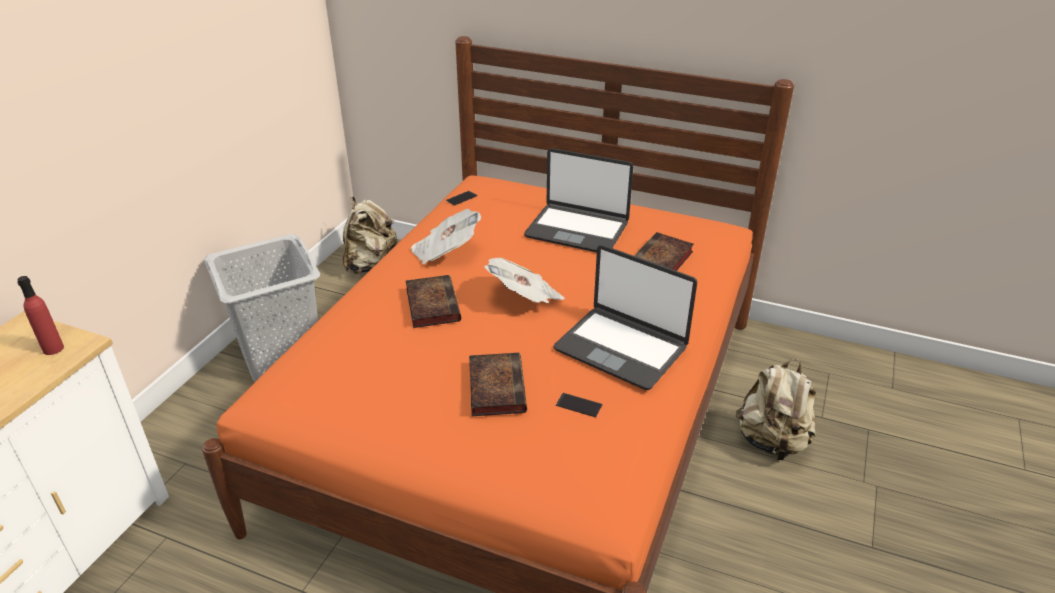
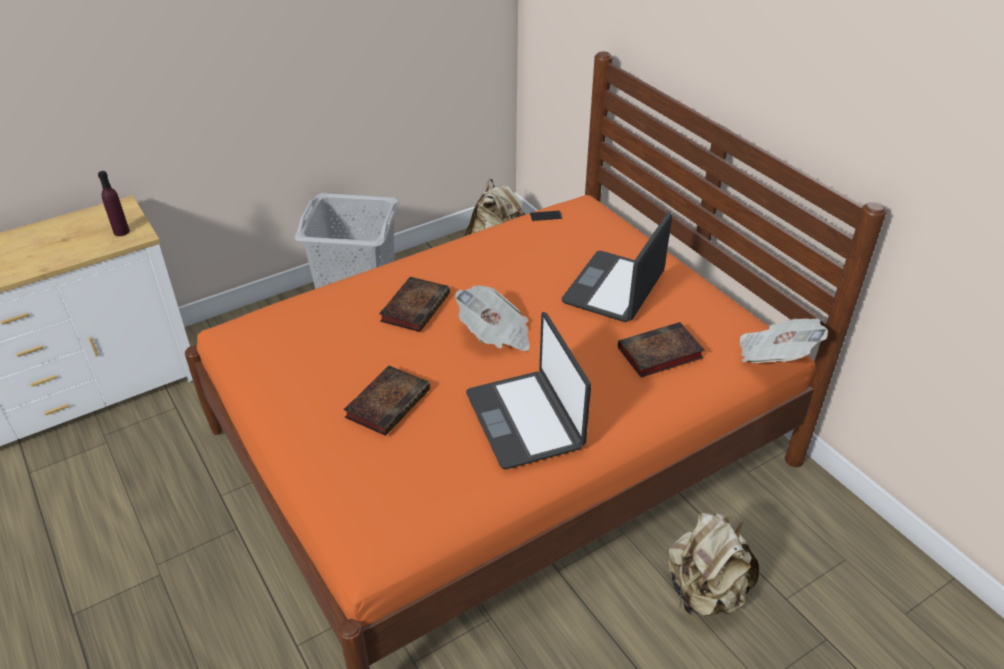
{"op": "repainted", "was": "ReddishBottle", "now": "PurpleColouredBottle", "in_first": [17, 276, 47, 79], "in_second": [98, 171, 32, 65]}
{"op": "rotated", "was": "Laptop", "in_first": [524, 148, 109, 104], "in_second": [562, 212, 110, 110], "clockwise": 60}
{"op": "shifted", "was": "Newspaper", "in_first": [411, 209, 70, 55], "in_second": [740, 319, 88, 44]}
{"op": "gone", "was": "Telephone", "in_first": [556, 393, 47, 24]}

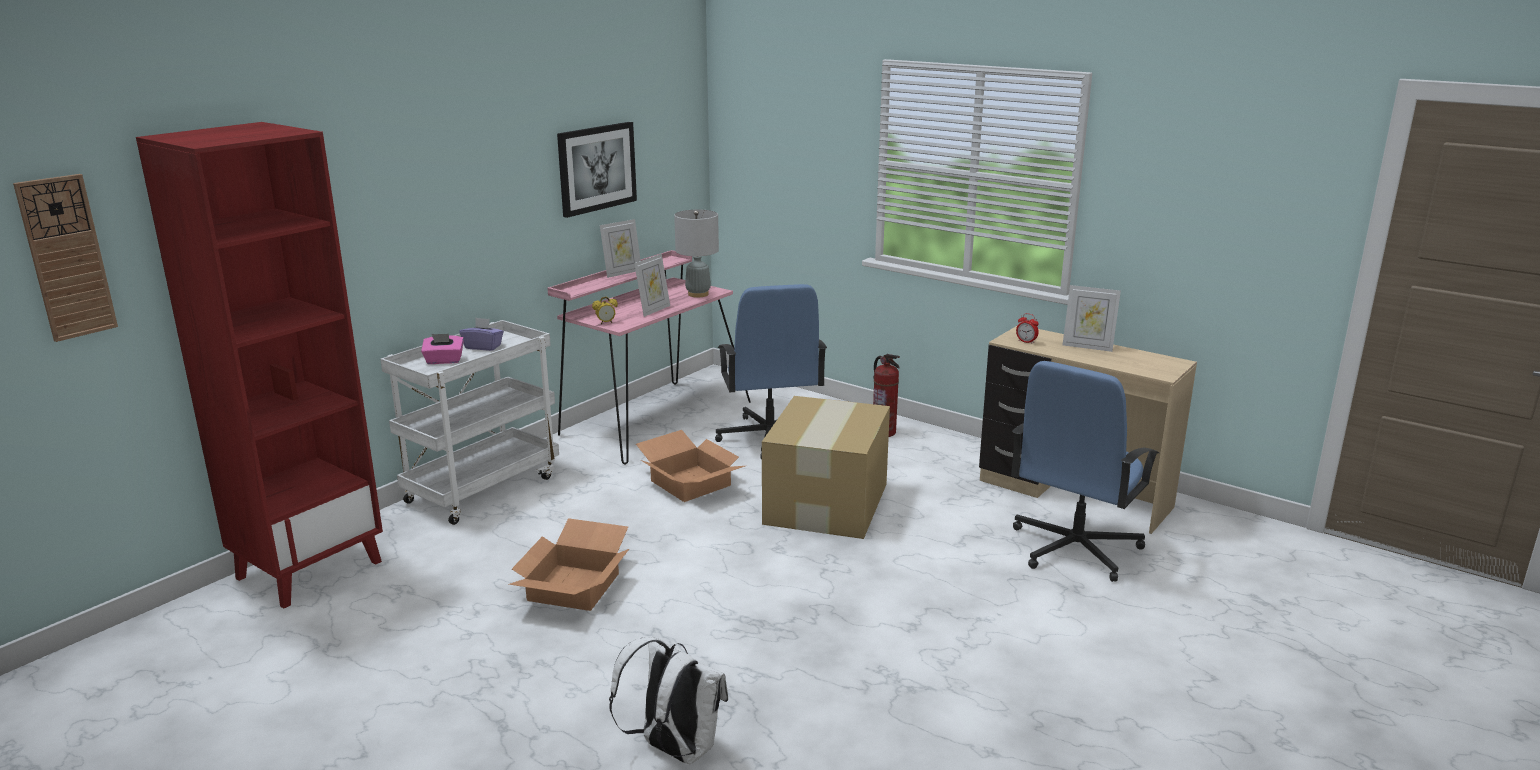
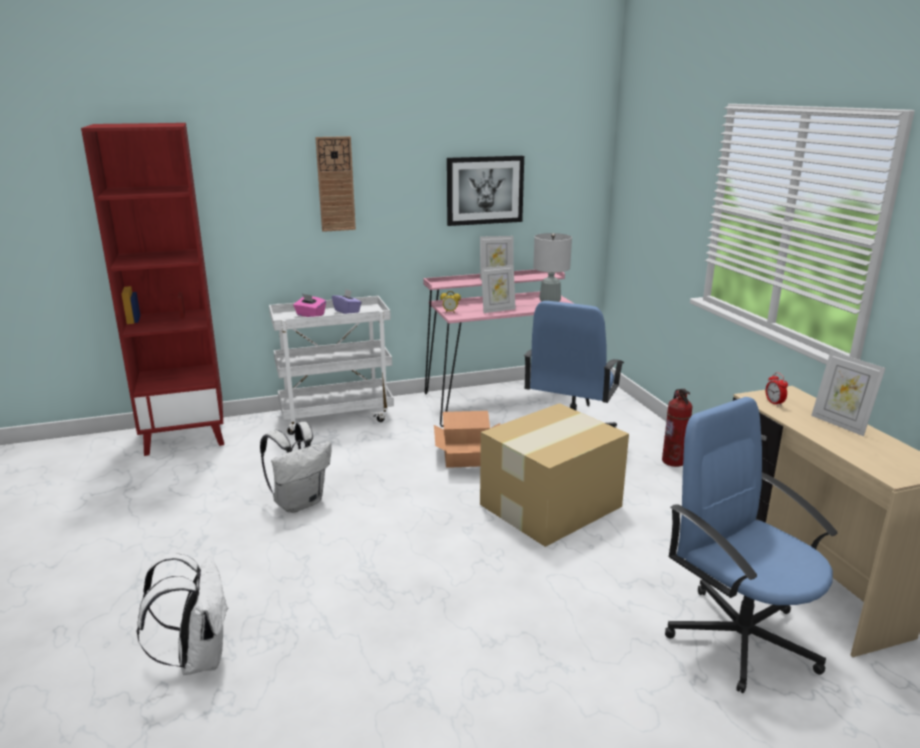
{"op": "swapped", "was": "PackingBox", "now": "WhiteColouredRucksack", "in_first": [509, 518, 120, 93], "in_second": [260, 422, 72, 91]}
{"op": "shifted", "was": "HangingClock", "in_first": [13, 174, 105, 168], "in_second": [315, 136, 41, 96]}
{"op": "rotated", "was": "BlueColouredOfficeChair", "in_first": [1011, 361, 148, 221], "in_second": [665, 397, 172, 296], "clockwise": 75}

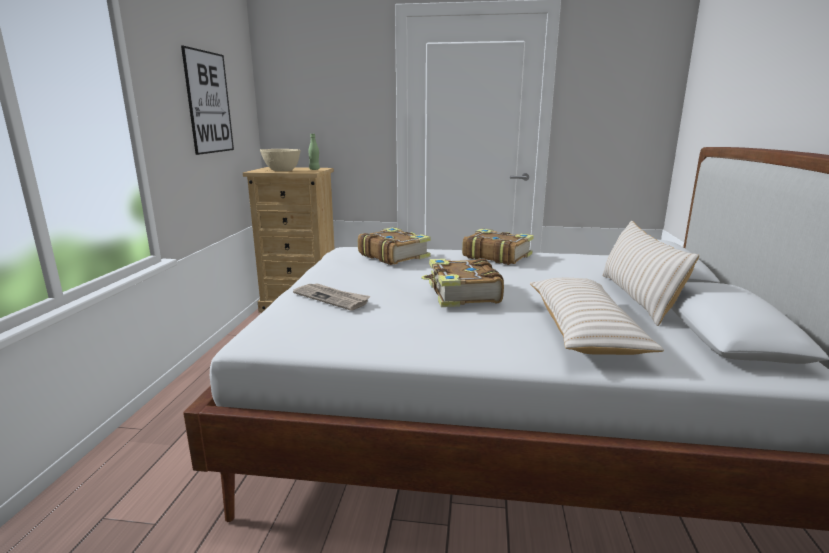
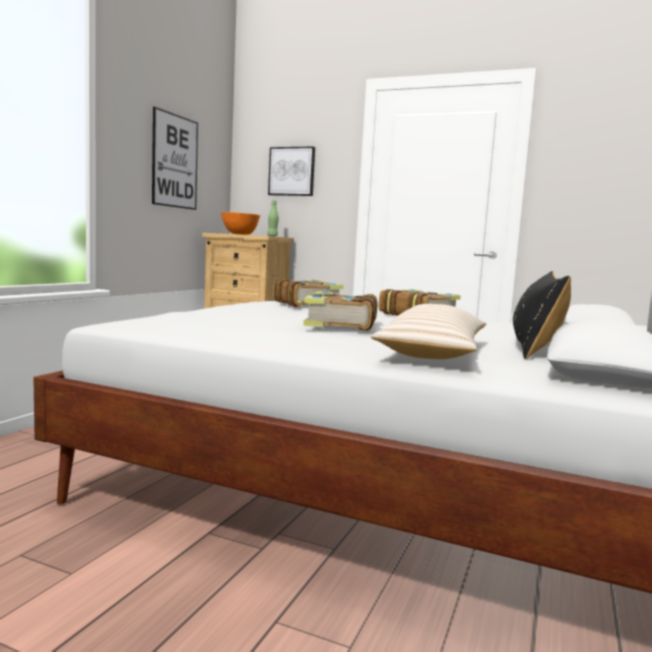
{"op": "repainted", "was": "BeigeDeepDish", "now": "OrangeDeepDish", "in_first": [260, 149, 41, 22], "in_second": [221, 212, 39, 23]}
{"op": "new", "now": "Picture", "in_second": [268, 146, 47, 50]}
{"op": "repainted", "was": "BeigeCushion", "now": "BlackishCushion", "in_first": [602, 221, 97, 105], "in_second": [513, 271, 58, 88]}
{"op": "gone", "was": "Newspaper", "in_first": [293, 283, 78, 28]}

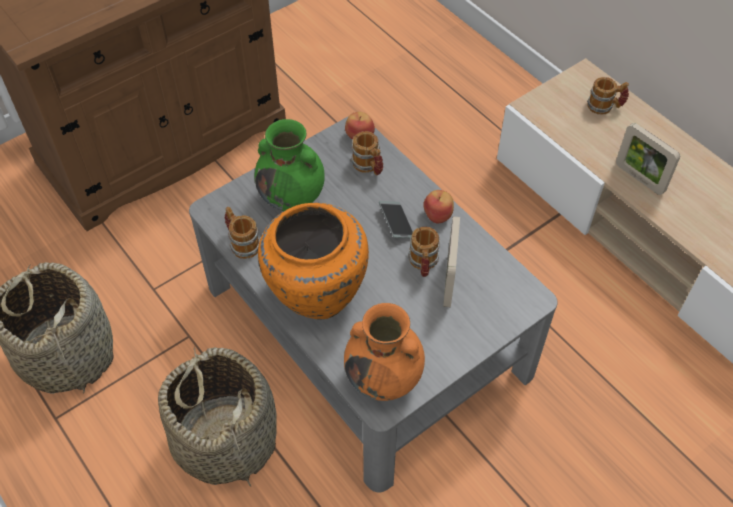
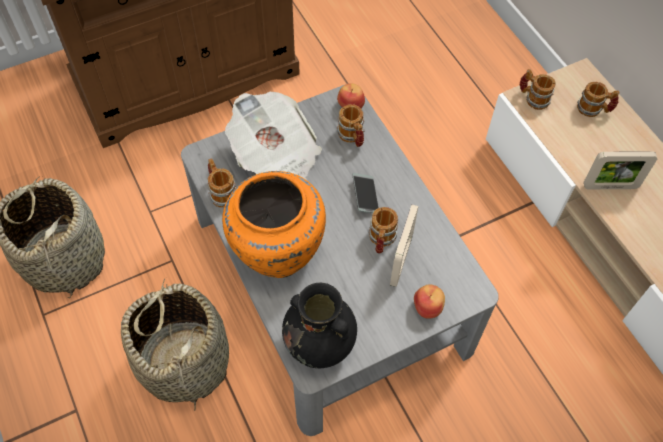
{"op": "swapped", "was": "GreenishFlowerVase", "now": "Newspaper", "in_first": [255, 119, 70, 92], "in_second": [225, 92, 97, 87]}
{"op": "repainted", "was": "OrangeFlowerVase", "now": "BlackishFlowerVase", "in_first": [344, 303, 81, 98], "in_second": [282, 283, 75, 85]}
{"op": "shifted", "was": "Apple", "in_first": [423, 190, 31, 33], "in_second": [414, 284, 31, 35]}
{"op": "new", "now": "CoffeeMug", "in_second": [520, 69, 36, 41]}
{"op": "rotated", "was": "StandingFrame", "in_first": [616, 123, 64, 72], "in_second": [584, 151, 73, 38], "clockwise": -60}

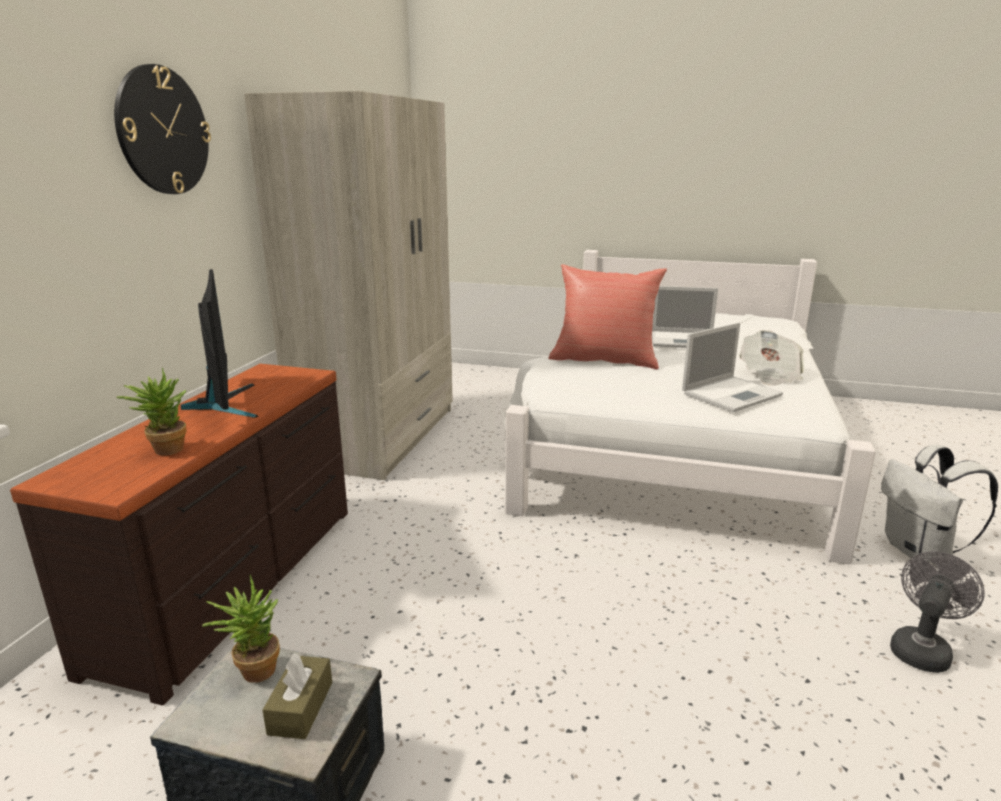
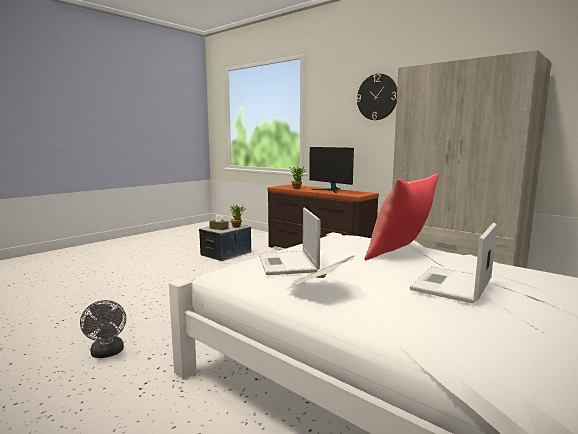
{"op": "rotated", "was": "Monitor", "in_first": [181, 269, 78, 149], "in_second": [309, 147, 45, 46], "clockwise": 45}
{"op": "gone", "was": "WhiteColouredRucksack", "in_first": [881, 445, 117, 117]}

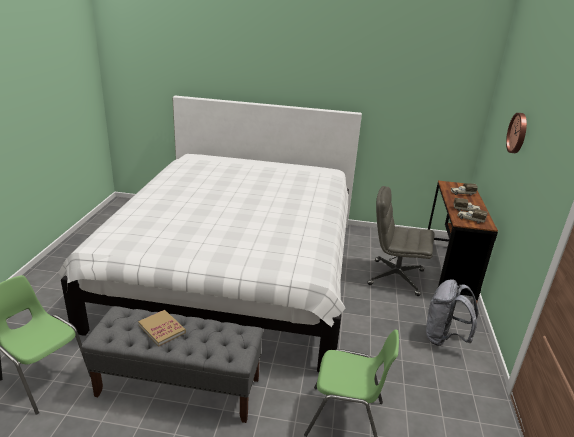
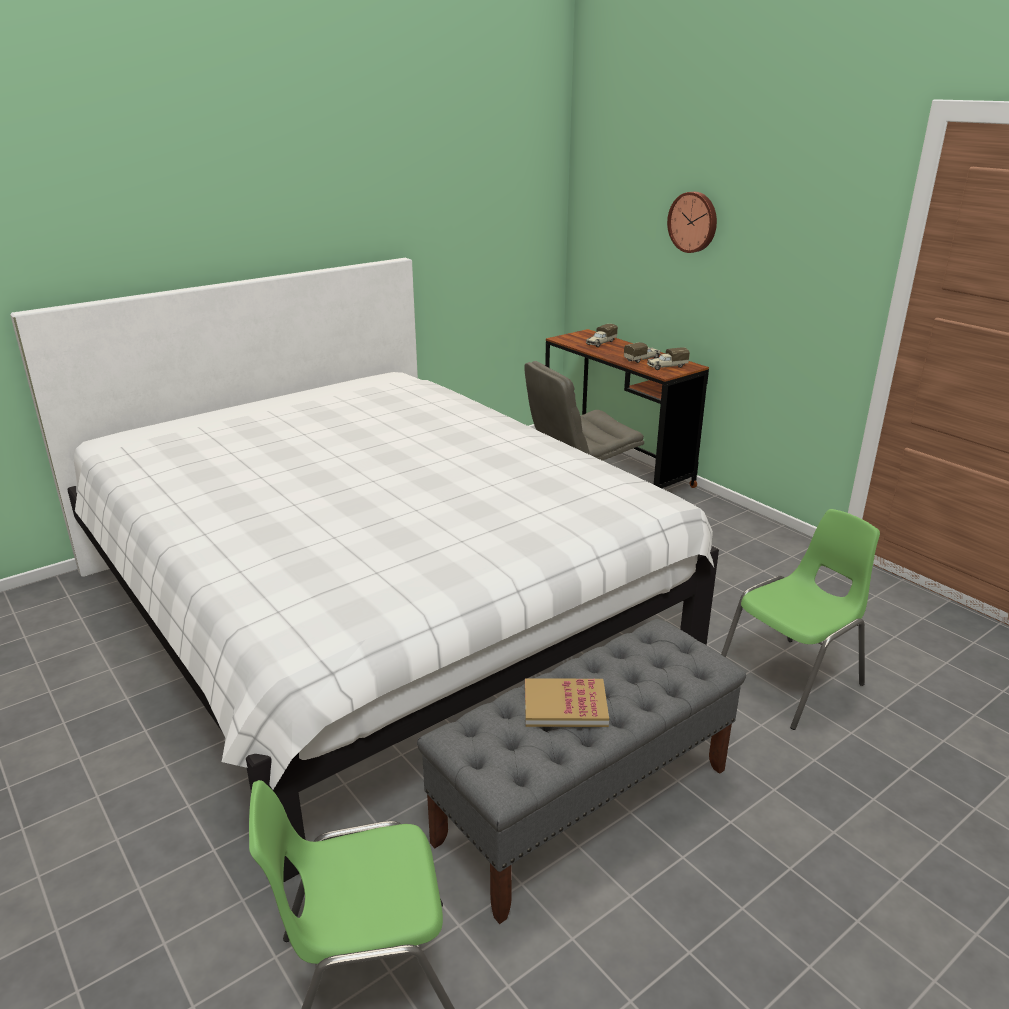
{"op": "gone", "was": "GreyRucksack", "in_first": [426, 279, 52, 67]}

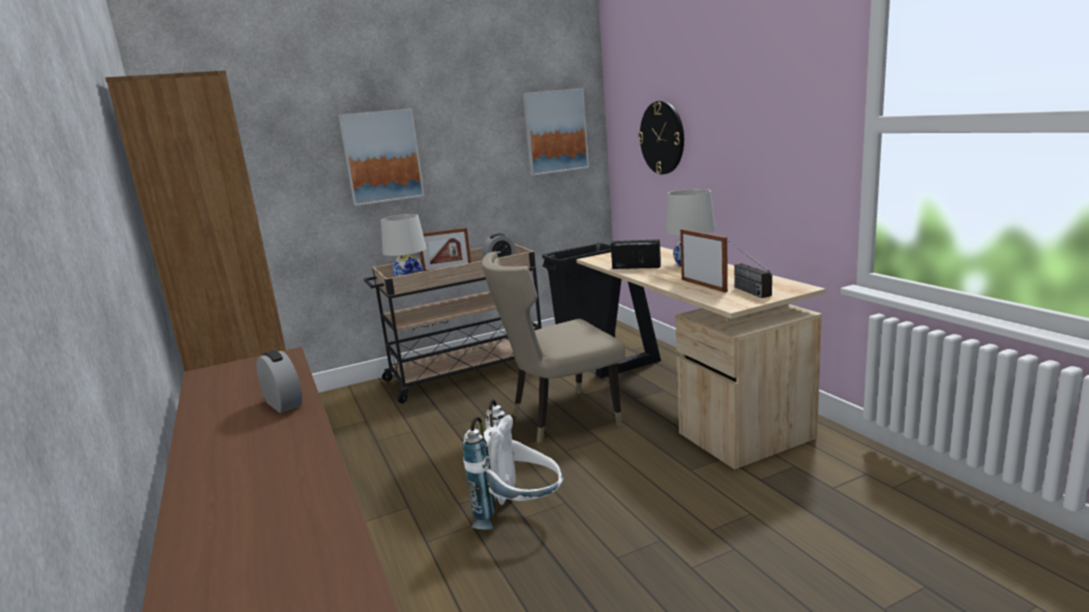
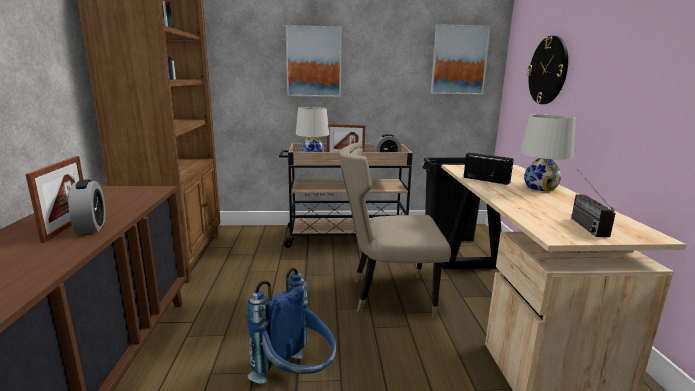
{"op": "shifted", "was": "StandingFrame", "in_first": [680, 229, 48, 64], "in_second": [26, 156, 57, 87]}
{"op": "repainted", "was": "WhiteColouredRucksack", "now": "BlueColouredRucksack", "in_first": [462, 399, 101, 130], "in_second": [246, 268, 90, 116]}

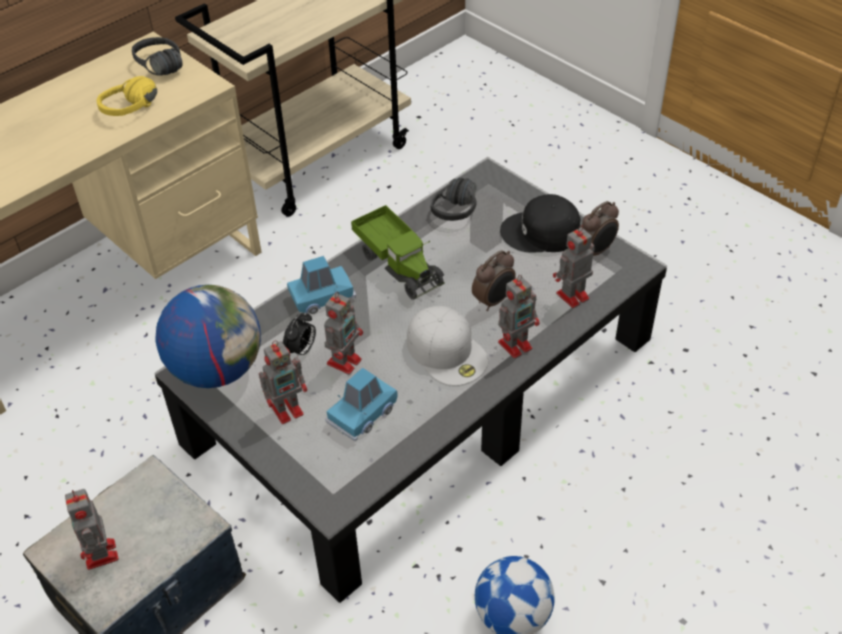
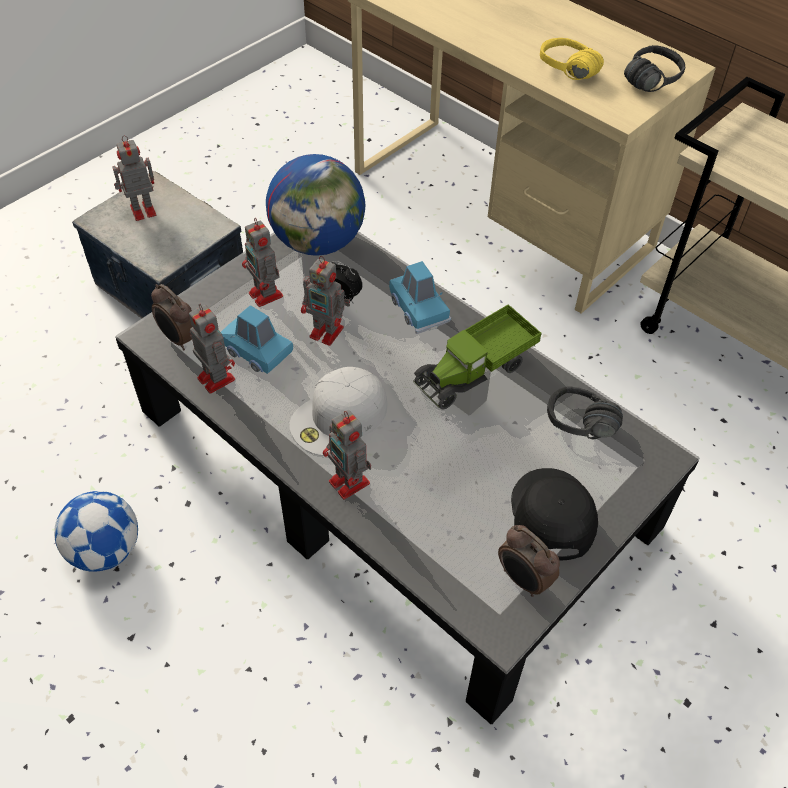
{"op": "shifted", "was": "TableClock", "in_first": [472, 250, 44, 61], "in_second": [151, 284, 41, 66]}
{"op": "shifted", "was": "ToyRobot", "in_first": [553, 225, 42, 83], "in_second": [189, 304, 46, 90]}

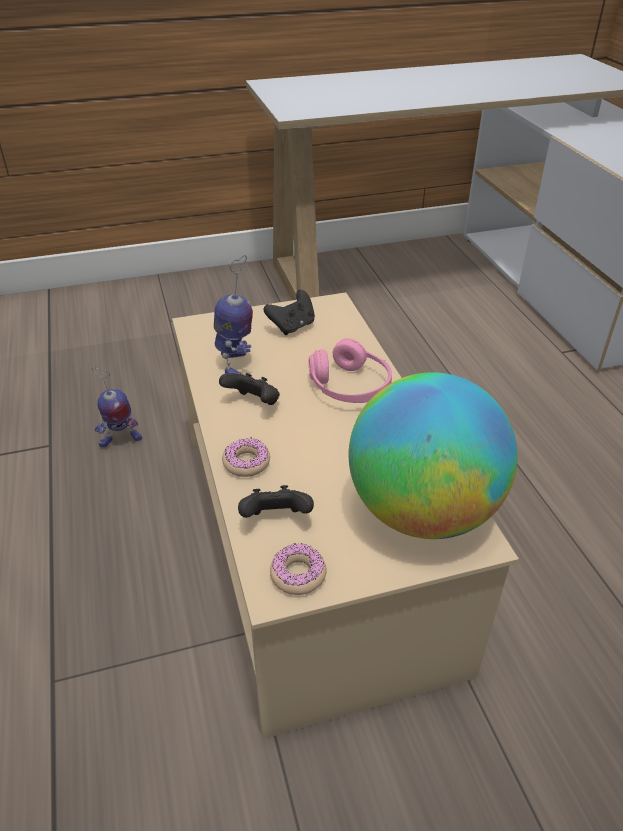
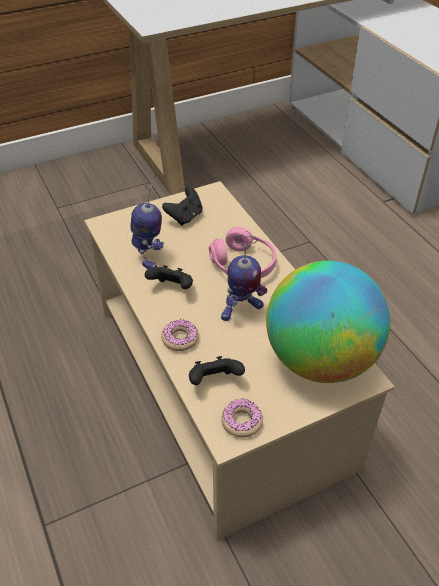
{"op": "shifted", "was": "ToyRobot", "in_first": [91, 367, 51, 81], "in_second": [221, 234, 46, 87]}

